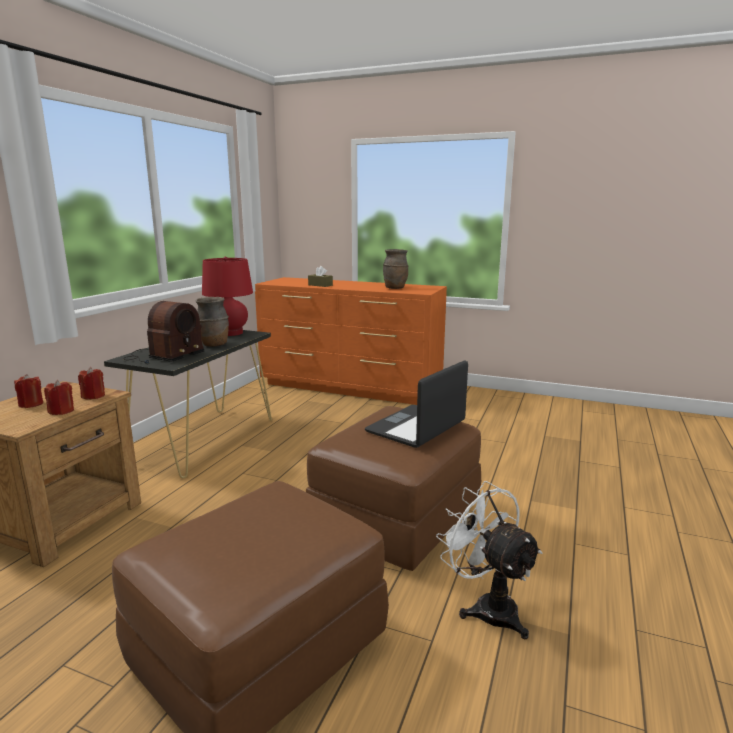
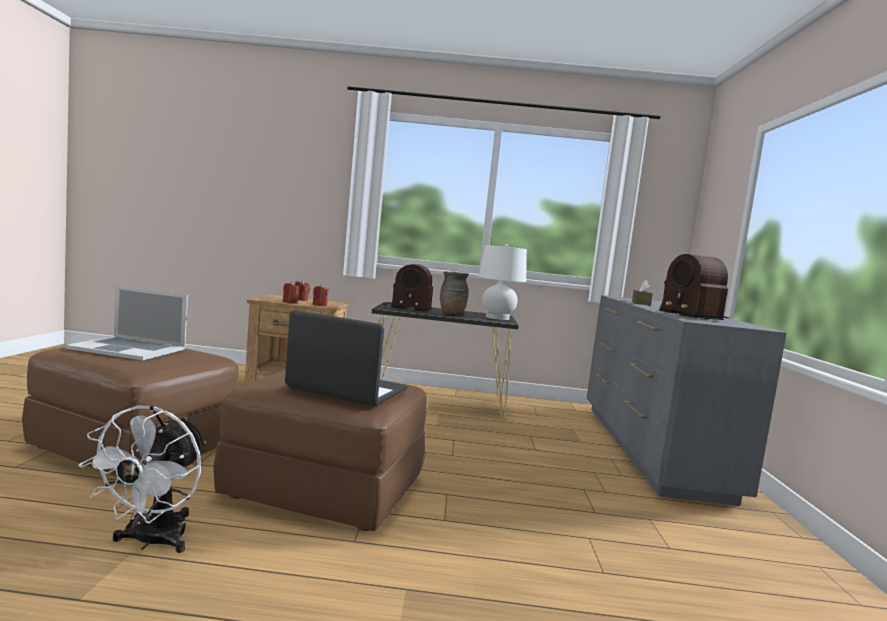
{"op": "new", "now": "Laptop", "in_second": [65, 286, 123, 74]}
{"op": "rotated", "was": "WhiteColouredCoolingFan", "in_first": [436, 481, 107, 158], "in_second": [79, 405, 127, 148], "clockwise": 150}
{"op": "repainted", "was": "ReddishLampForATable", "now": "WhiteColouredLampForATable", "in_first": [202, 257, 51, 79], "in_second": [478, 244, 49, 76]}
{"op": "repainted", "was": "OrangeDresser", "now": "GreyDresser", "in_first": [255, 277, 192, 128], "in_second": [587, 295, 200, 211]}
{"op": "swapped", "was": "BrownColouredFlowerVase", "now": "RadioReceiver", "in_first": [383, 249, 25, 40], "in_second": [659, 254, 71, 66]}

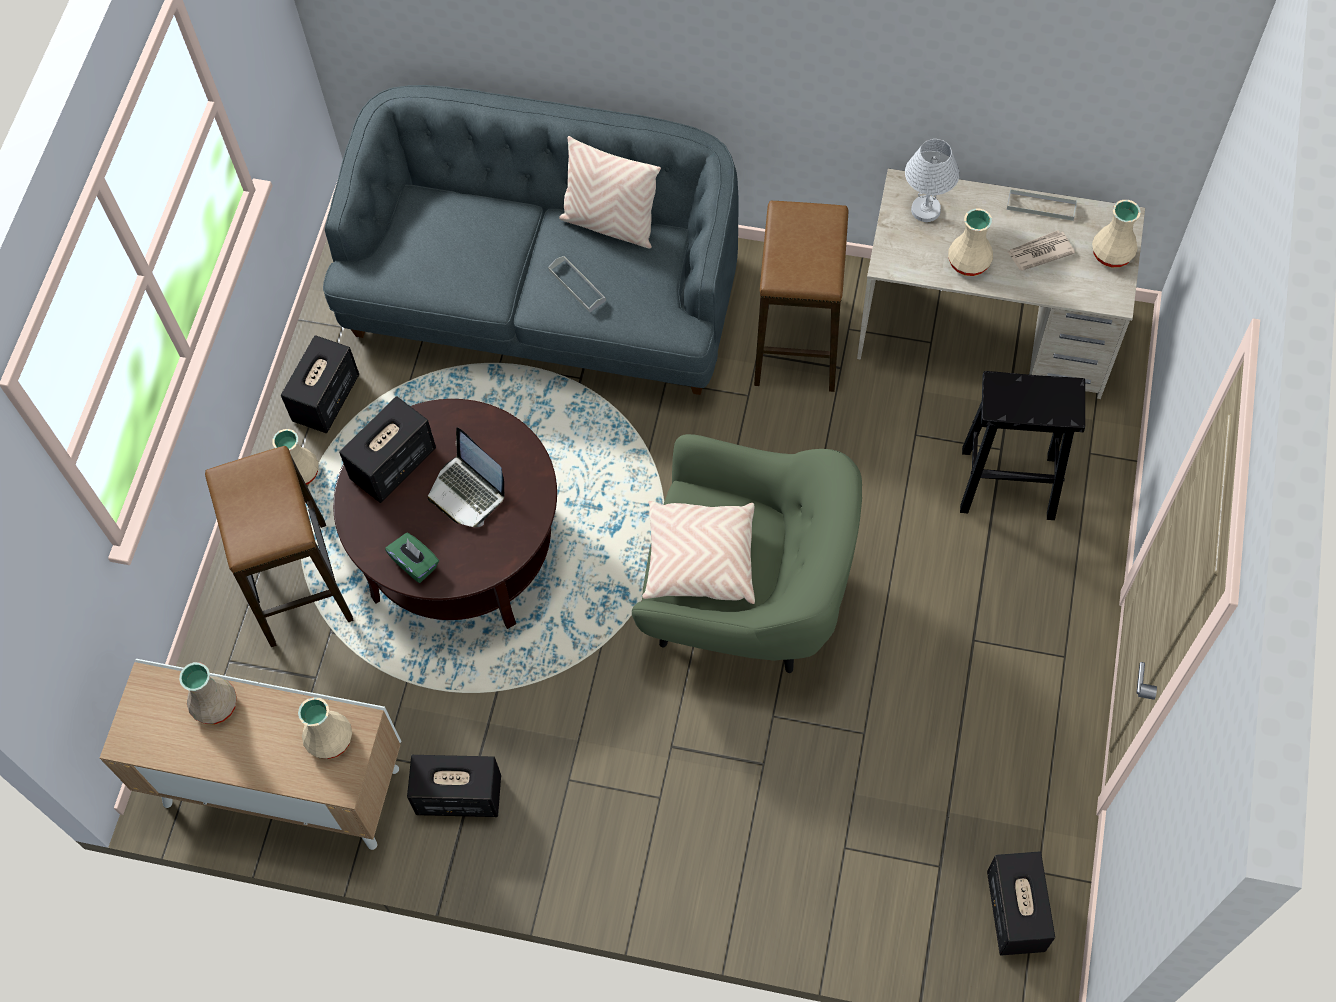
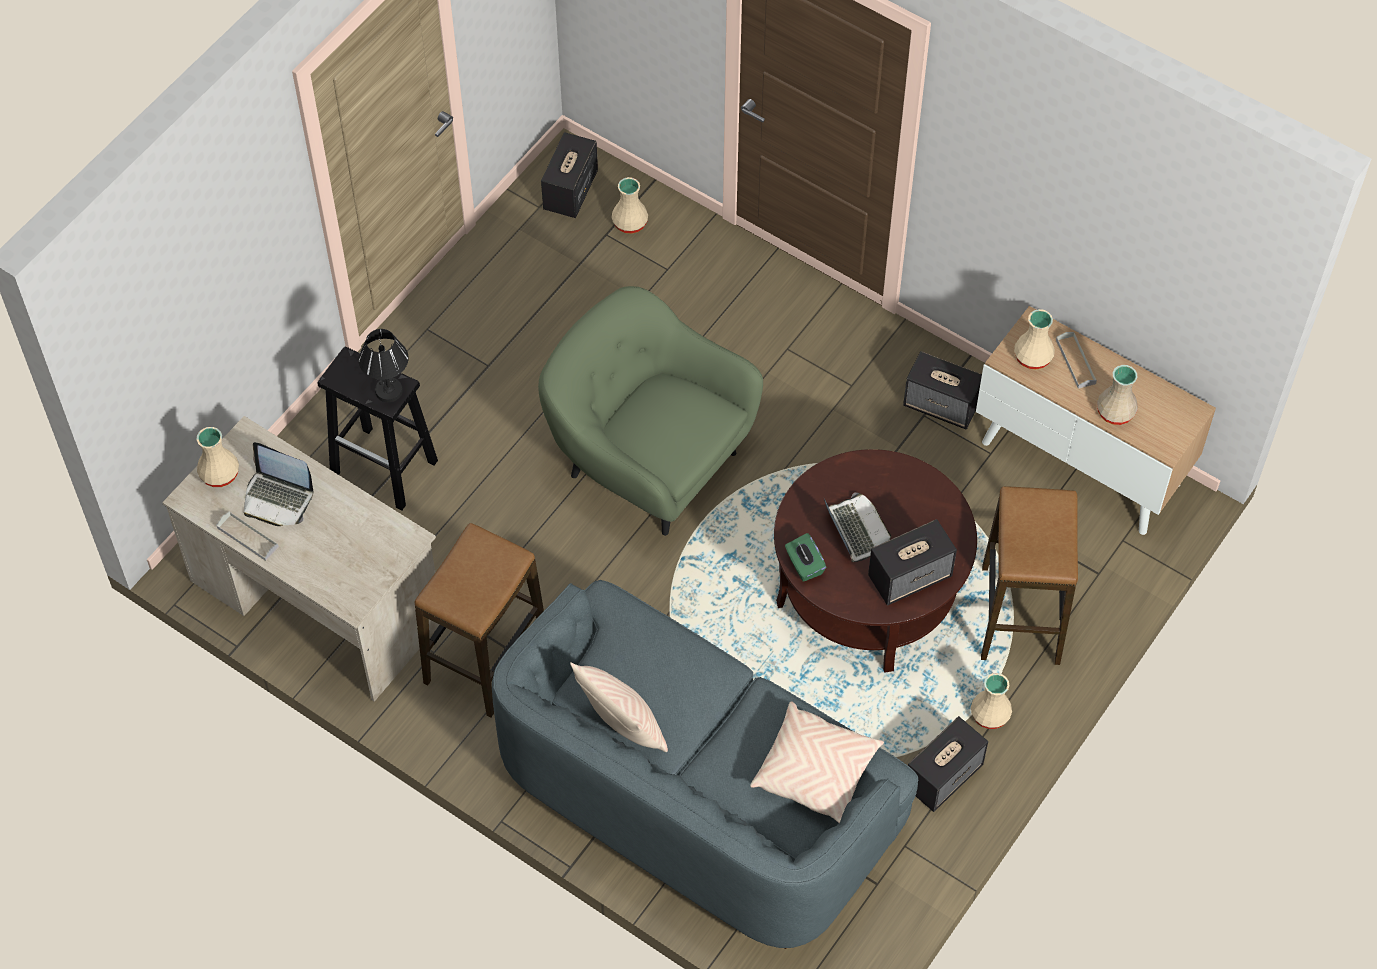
{"op": "swapped", "was": "Newspaper", "now": "Laptop", "in_first": [1008, 230, 67, 41], "in_second": [244, 442, 69, 84]}
{"op": "new", "now": "BlackishLampForATable", "in_second": [358, 329, 51, 73]}
{"op": "shifted", "was": "BeigeFlowerVase", "in_first": [948, 208, 45, 68], "in_second": [612, 177, 36, 57]}
{"op": "shifted", "was": "BeigeCushion", "in_first": [642, 501, 113, 103], "in_second": [750, 701, 134, 122]}
{"op": "shifted", "was": "GreenishTissueBox", "in_first": [385, 533, 54, 50], "in_second": [785, 533, 41, 48]}
{"op": "shifted", "was": "GreyServingTray", "in_first": [548, 256, 58, 56], "in_second": [1056, 332, 41, 57]}
{"op": "gone", "was": "WhiteColouredLampForATable", "in_first": [905, 139, 55, 83]}

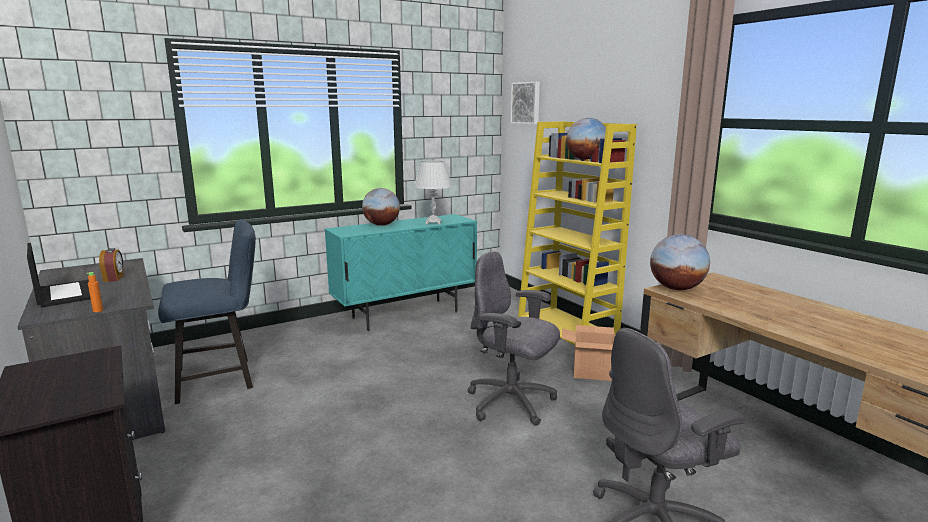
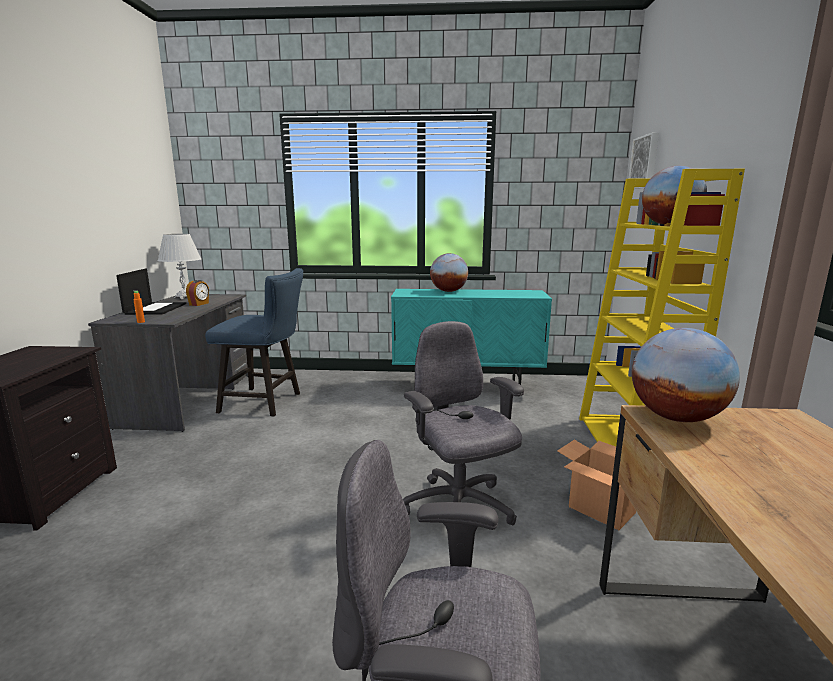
{"op": "shifted", "was": "WhiteColouredLampForATable", "in_first": [414, 161, 38, 63], "in_second": [158, 234, 43, 65]}

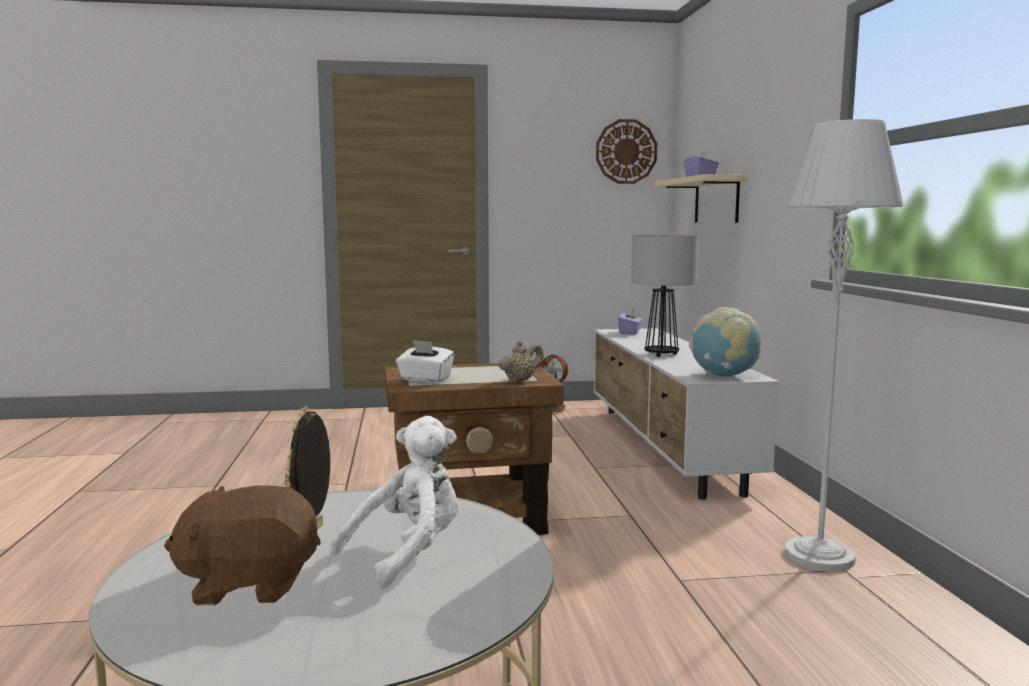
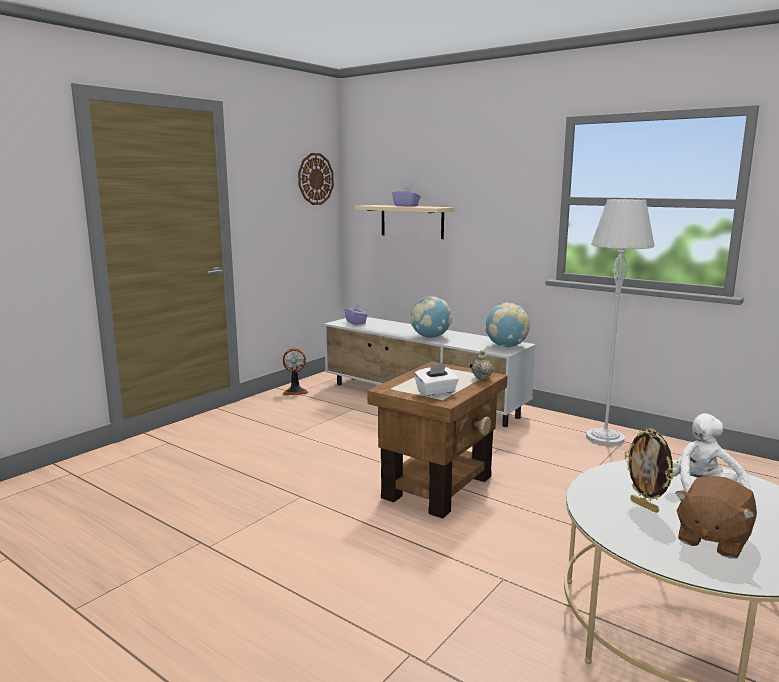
{"op": "swapped", "was": "LampForATable", "now": "WorldGlobe", "in_first": [631, 235, 68, 122], "in_second": [410, 296, 42, 43]}

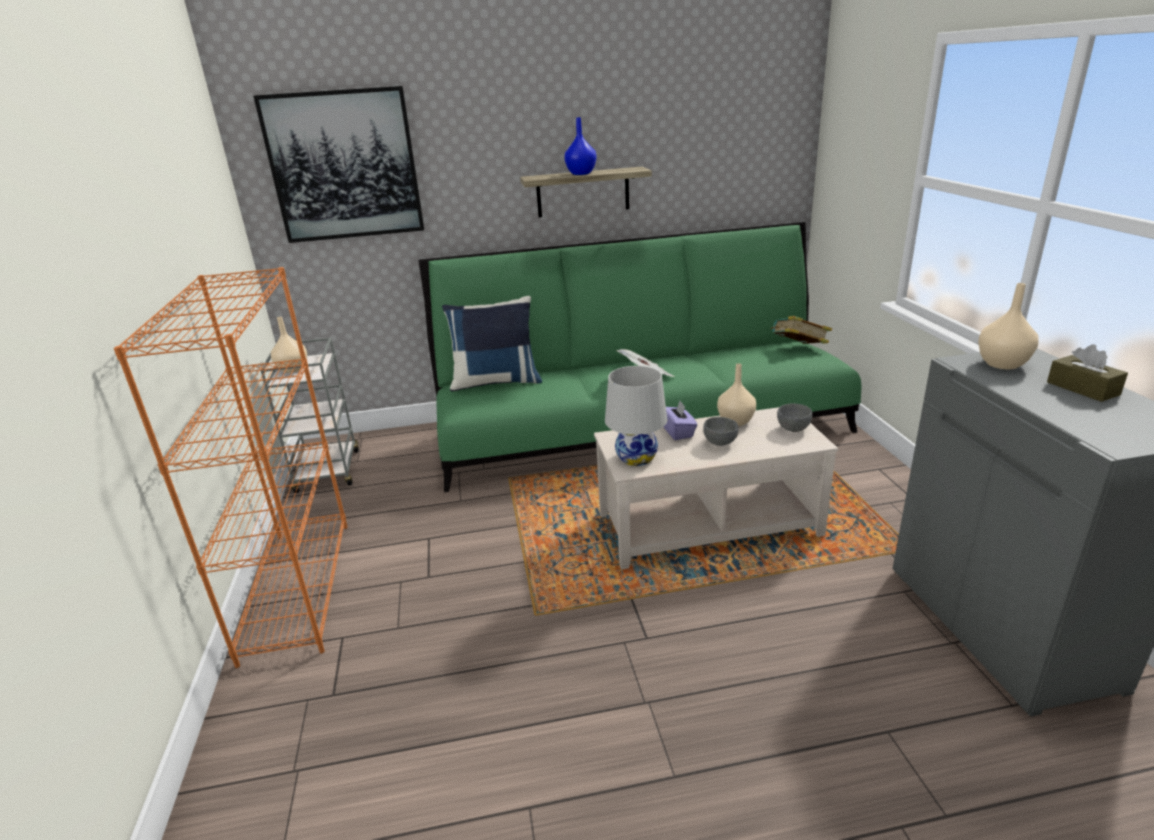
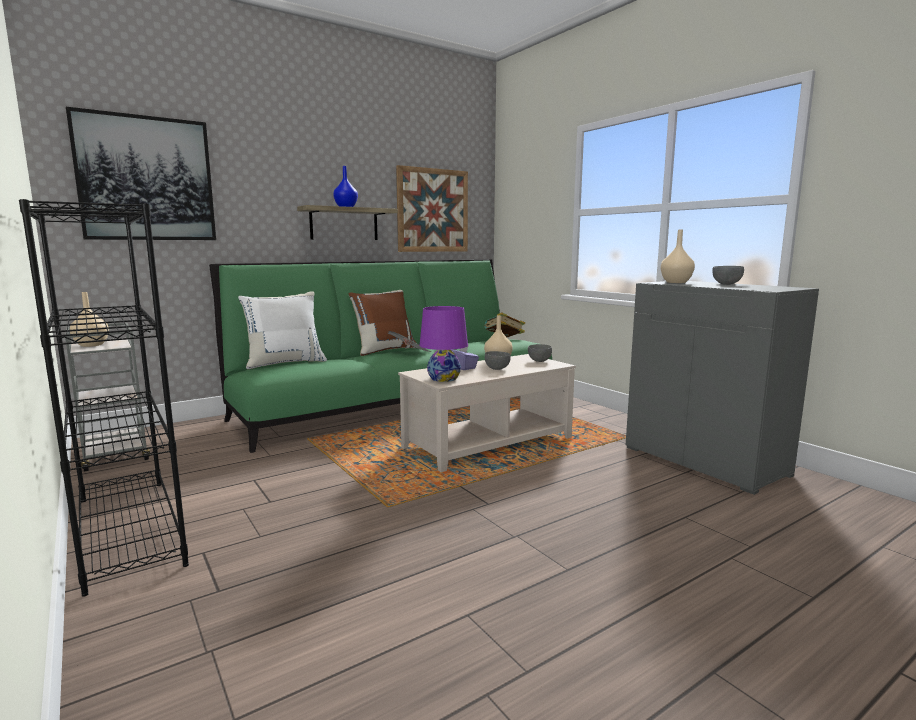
{"op": "repainted", "was": "OrangeBookcase", "now": "BlackishBookcase", "in_first": [114, 267, 234, 401], "in_second": [19, 199, 170, 398]}
{"op": "repainted", "was": "BlueColouredCushion", "now": "WhiteColouredCushion", "in_first": [442, 296, 100, 96], "in_second": [238, 291, 89, 78]}
{"op": "new", "now": "BrownColouredCushion", "in_second": [348, 290, 68, 66]}
{"op": "new", "now": "Picture", "in_second": [396, 165, 72, 87]}
{"op": "repainted", "was": "WhiteColouredLampForATable", "now": "PurpleColouredLampForATable", "in_first": [605, 366, 62, 100], "in_second": [420, 306, 48, 76]}
{"op": "swapped", "was": "BrownColouredTissueBox", "now": "GreyDeepDish", "in_first": [1047, 344, 81, 58], "in_second": [712, 266, 32, 19]}

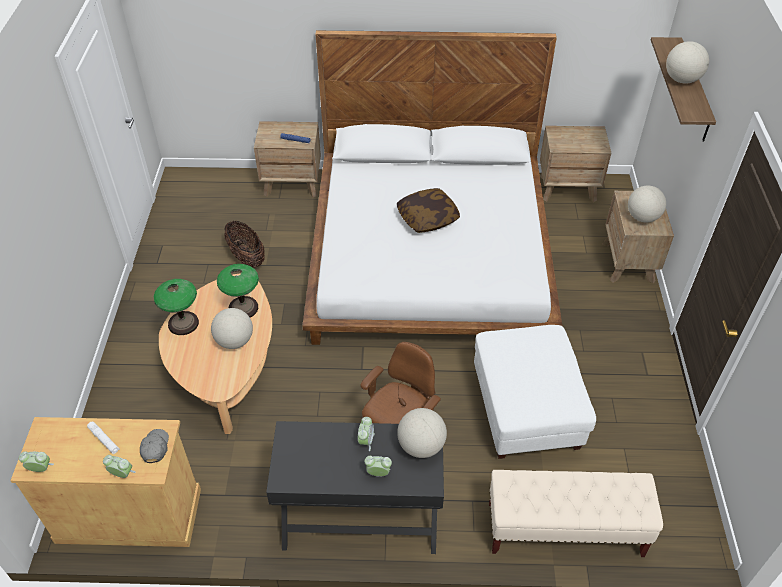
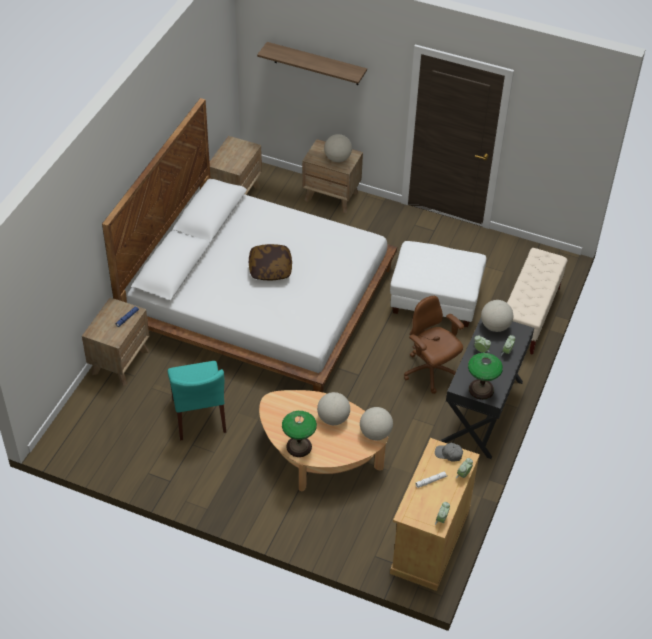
{"op": "swapped", "was": "HouseholdBasket", "now": "TurquoiseChair", "in_first": [224, 221, 41, 47], "in_second": [168, 361, 58, 80]}
{"op": "shifted", "was": "WorldGlobe", "in_first": [666, 41, 43, 43], "in_second": [360, 407, 33, 33]}
{"op": "shifted", "was": "LampForATable", "in_first": [217, 264, 42, 54], "in_second": [468, 353, 35, 47]}

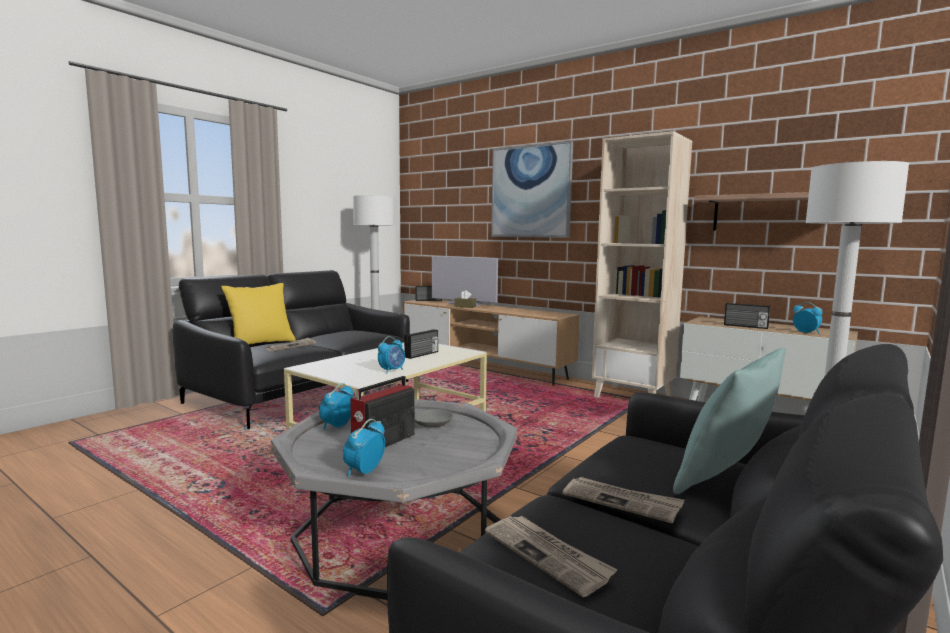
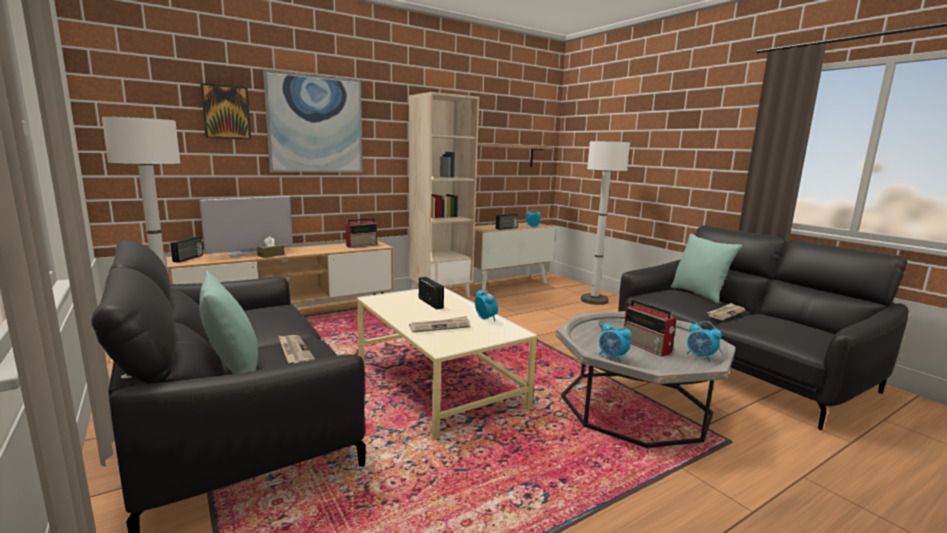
{"op": "repainted", "was": "YellowishCushion", "now": "TurquoiseCushion", "in_first": [221, 283, 75, 61], "in_second": [199, 271, 59, 103]}
{"op": "new", "now": "Picture", "in_second": [200, 83, 51, 57]}
{"op": "new", "now": "RadioReceiver", "in_second": [346, 218, 31, 30]}
{"op": "shifted", "was": "Newspaper", "in_first": [485, 516, 132, 81], "in_second": [409, 316, 61, 16]}

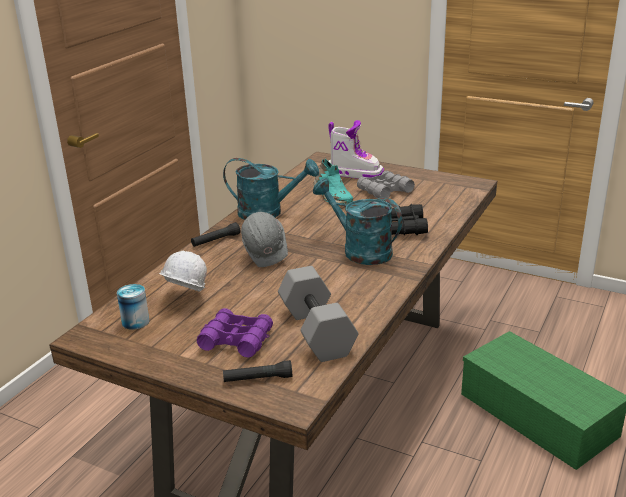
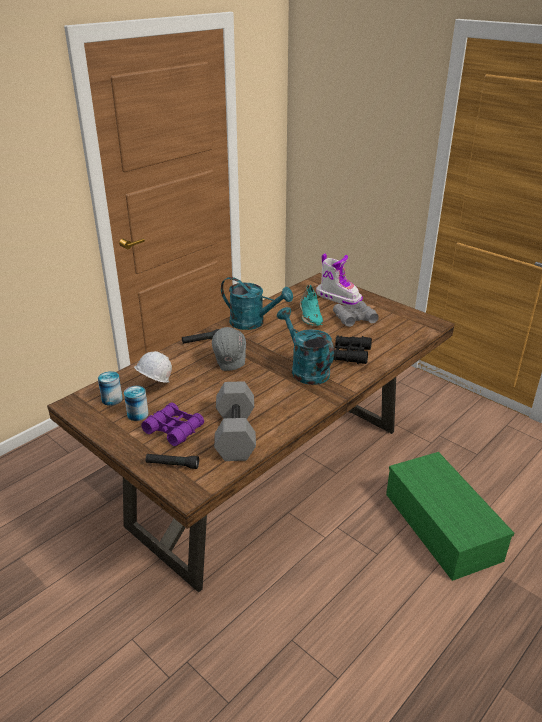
{"op": "new", "now": "SealedCan", "in_second": [124, 386, 25, 35]}

